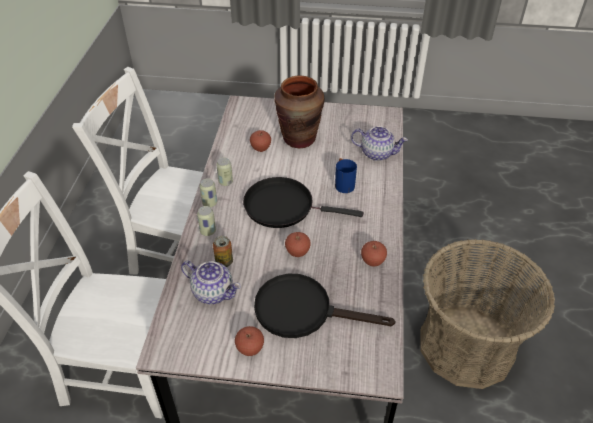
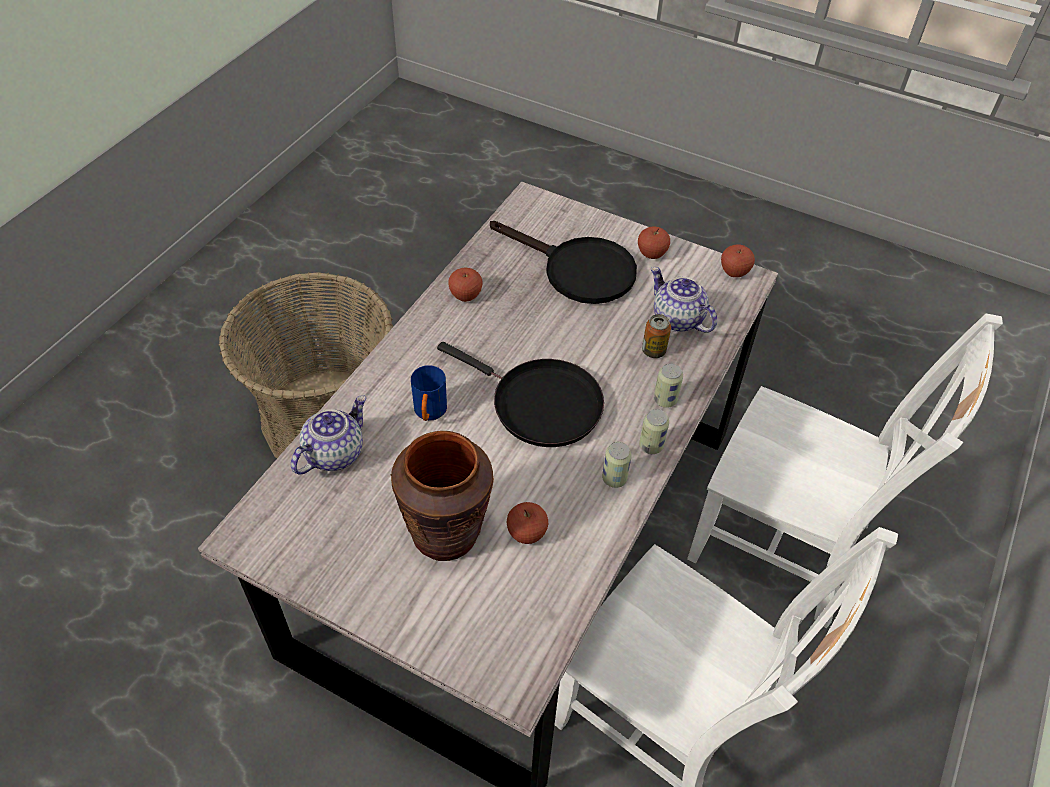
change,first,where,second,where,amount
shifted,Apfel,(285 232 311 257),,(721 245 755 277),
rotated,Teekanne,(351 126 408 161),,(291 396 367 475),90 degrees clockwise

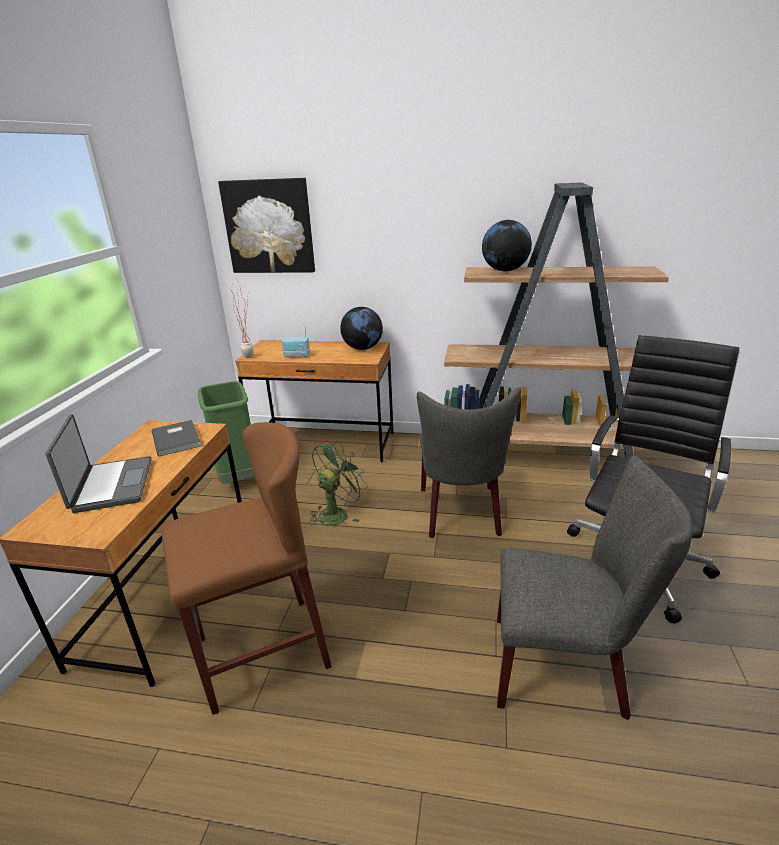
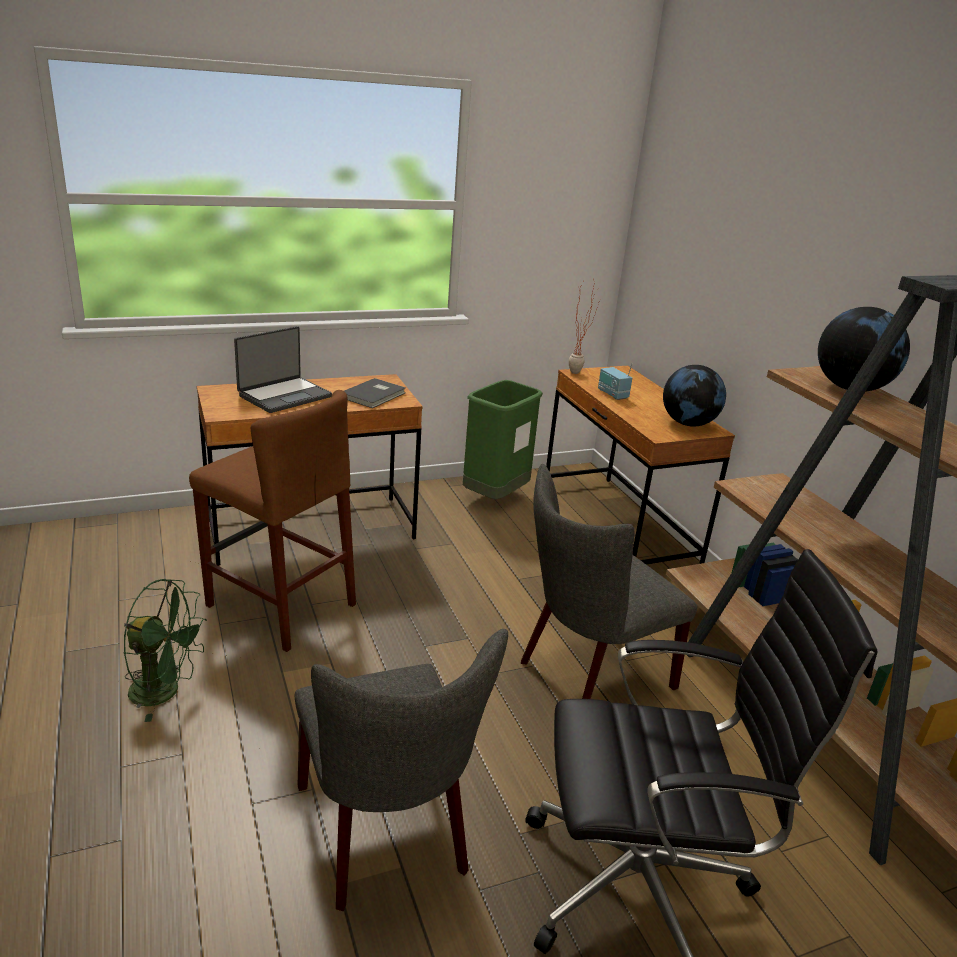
change,first,where,second,where,amount
gone,Bild,(218 178 315 273),,,
shifted,Ventilator (grün),(309 441 368 526),,(123 579 207 722),

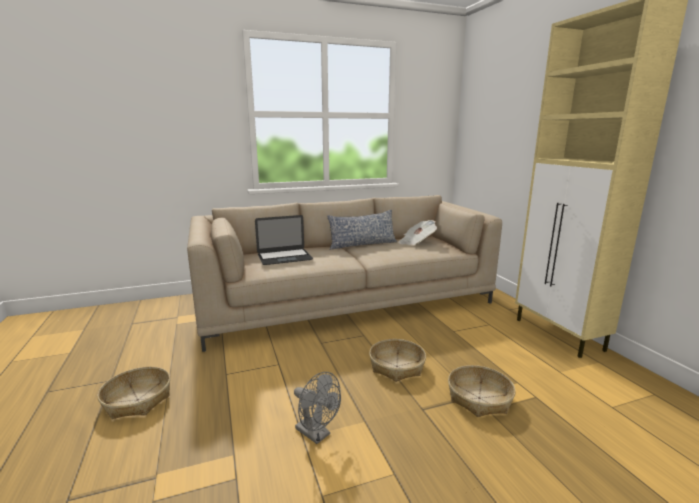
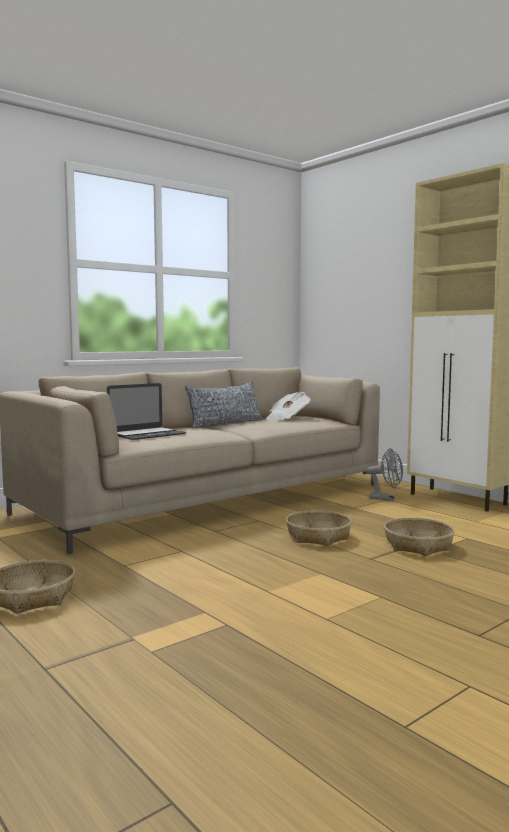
change,first,where,second,where,amount
shifted,Ventilator (grau),(294 372 341 444),,(366 448 403 501),

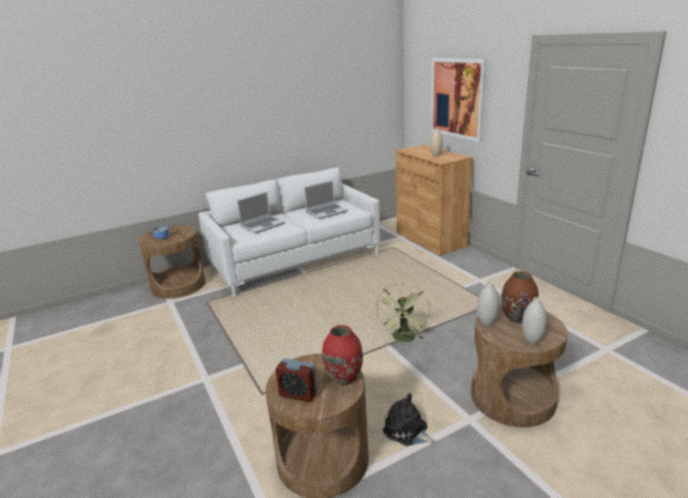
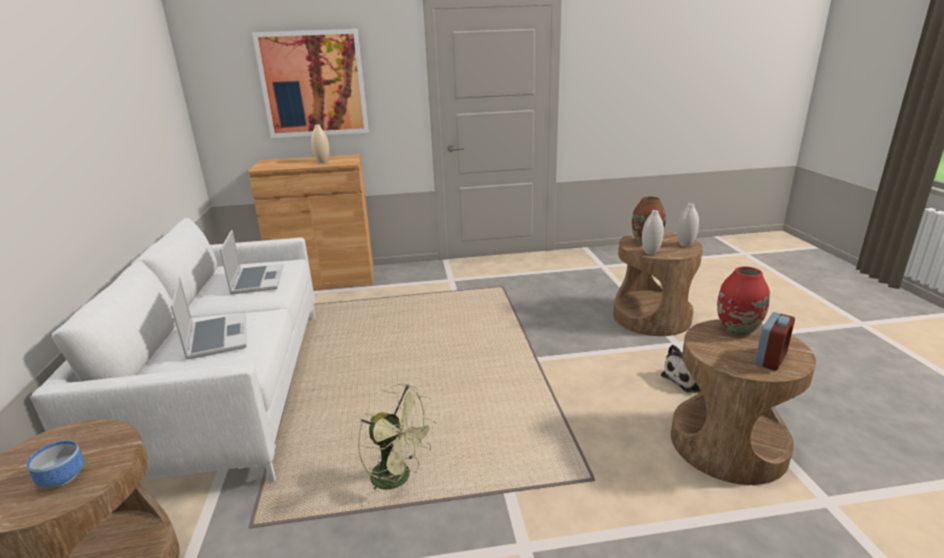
change,first,where,second,where,amount
shifted,Ventilator (grün),(376 283 430 342),,(358 383 436 491),

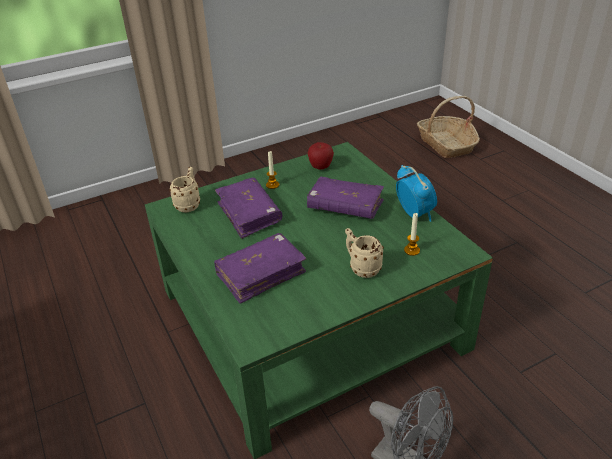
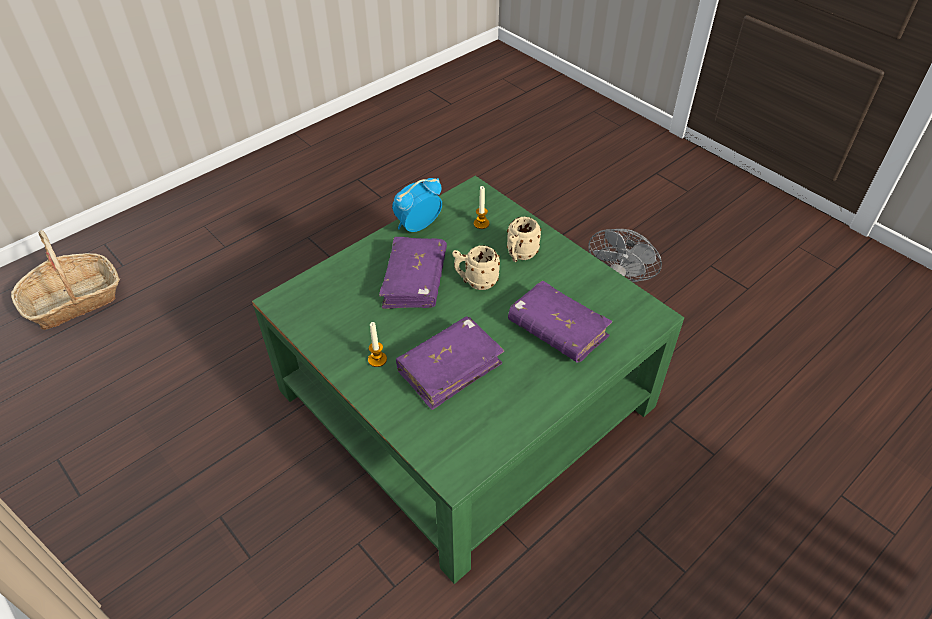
change,first,where,second,where,amount
gone,Apfel,(308 142 334 170),,,
shifted,Henkelbecher (beige),(170 167 200 212),,(452 245 500 290),

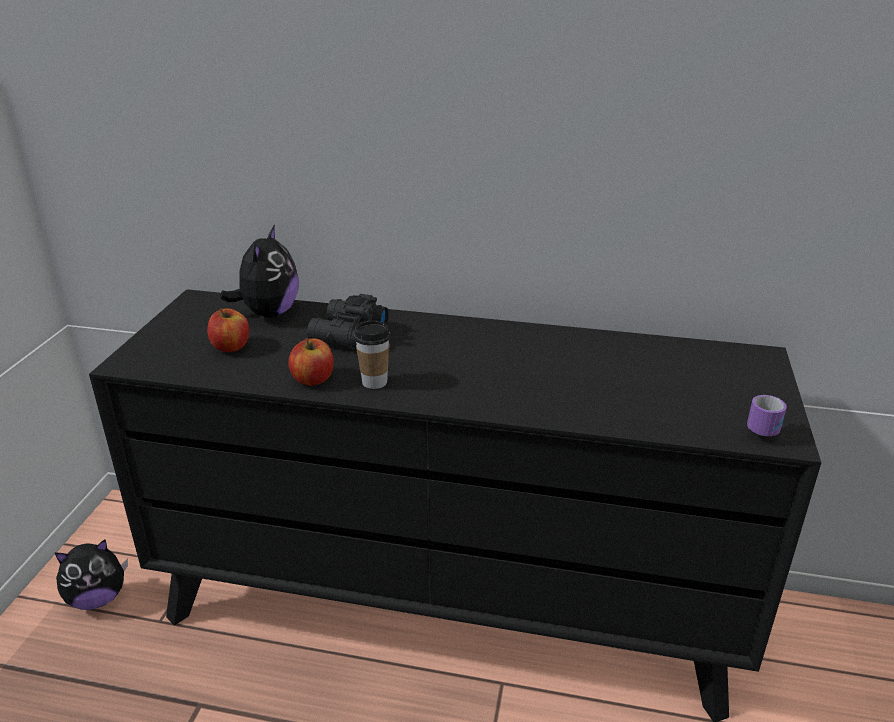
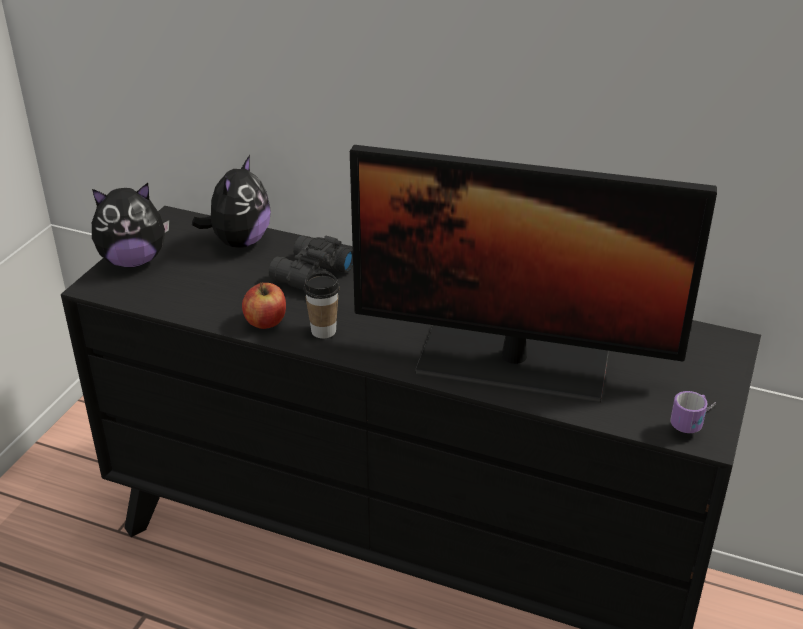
change,first,where,second,where,amount
gone,Apfel,(207 308 249 352),,,
new,,,Monitor,(350 145 717 402),
shifted,Plüschtier,(54 539 128 610),,(92 183 170 268),

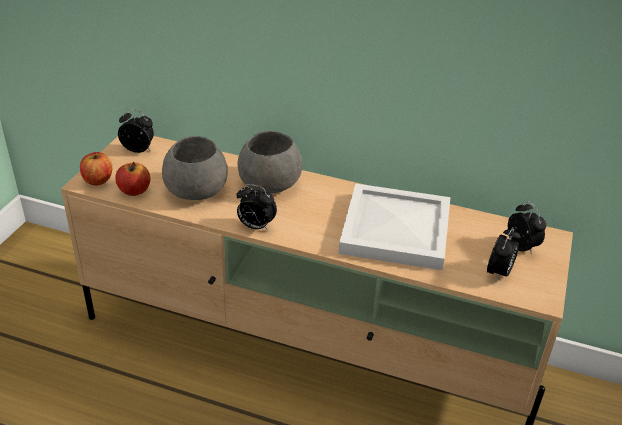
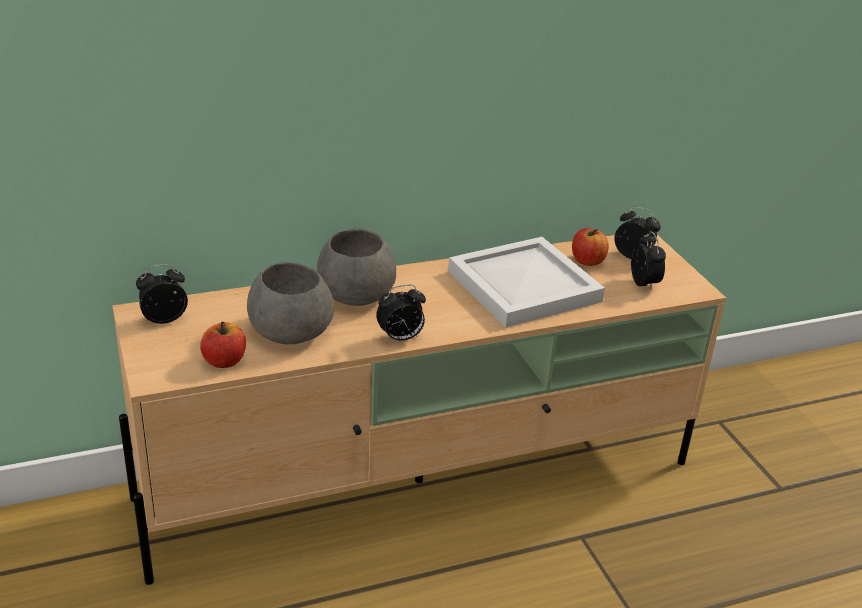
change,first,where,second,where,amount
shifted,Apfel,(80 152 112 185),,(572 228 609 266),

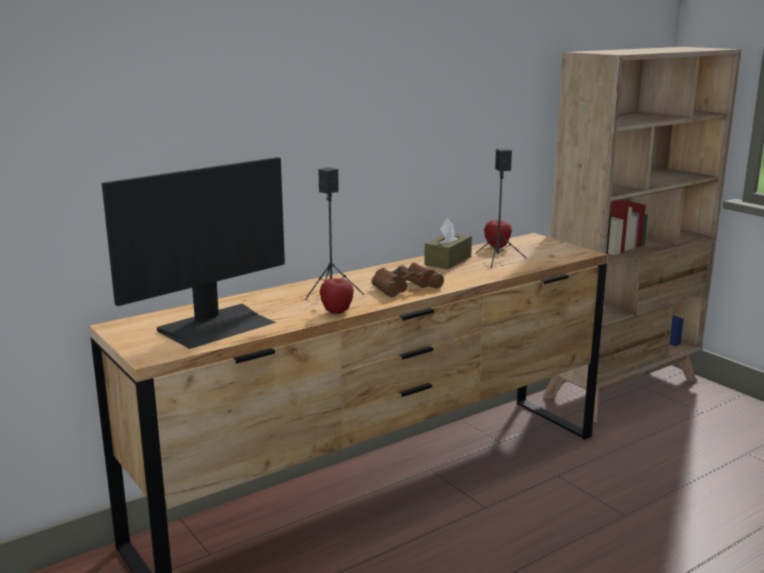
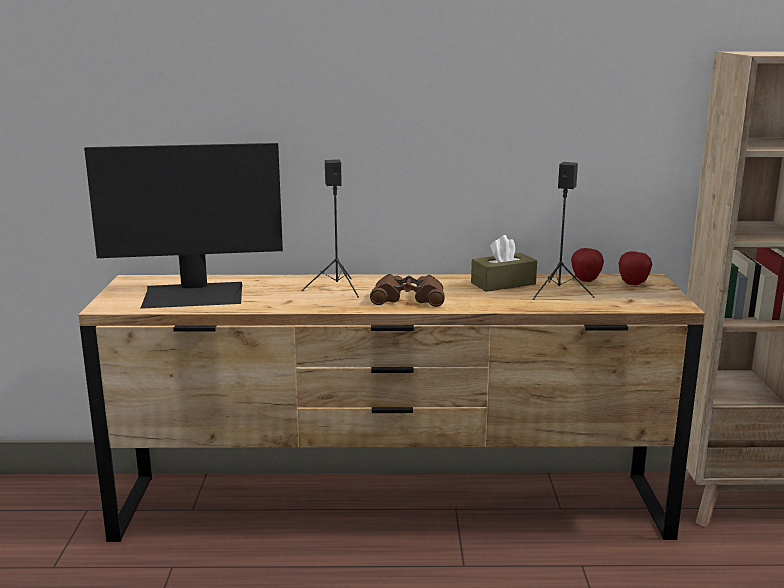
change,first,where,second,where,amount
shifted,Apfel,(320 278 354 314),,(618 251 652 285),

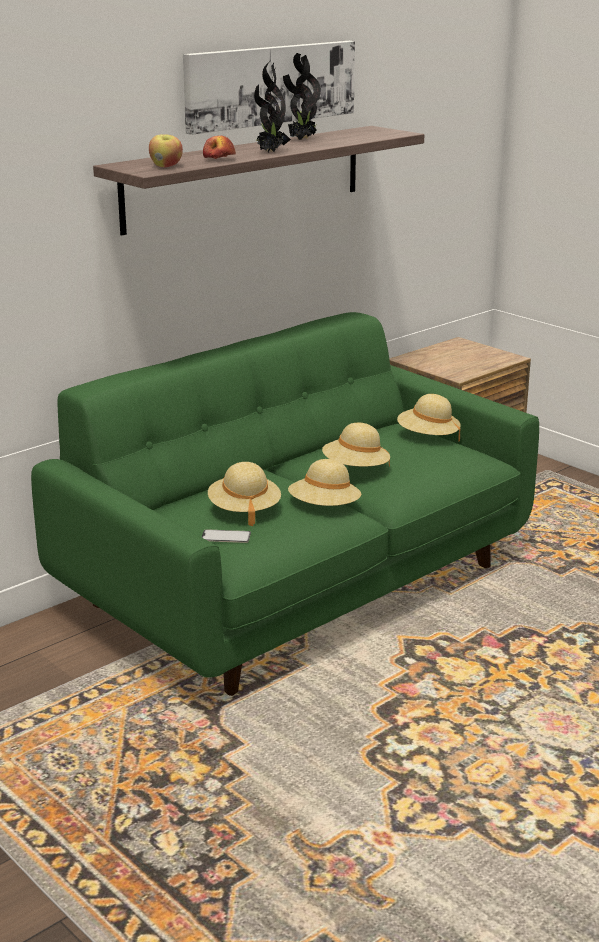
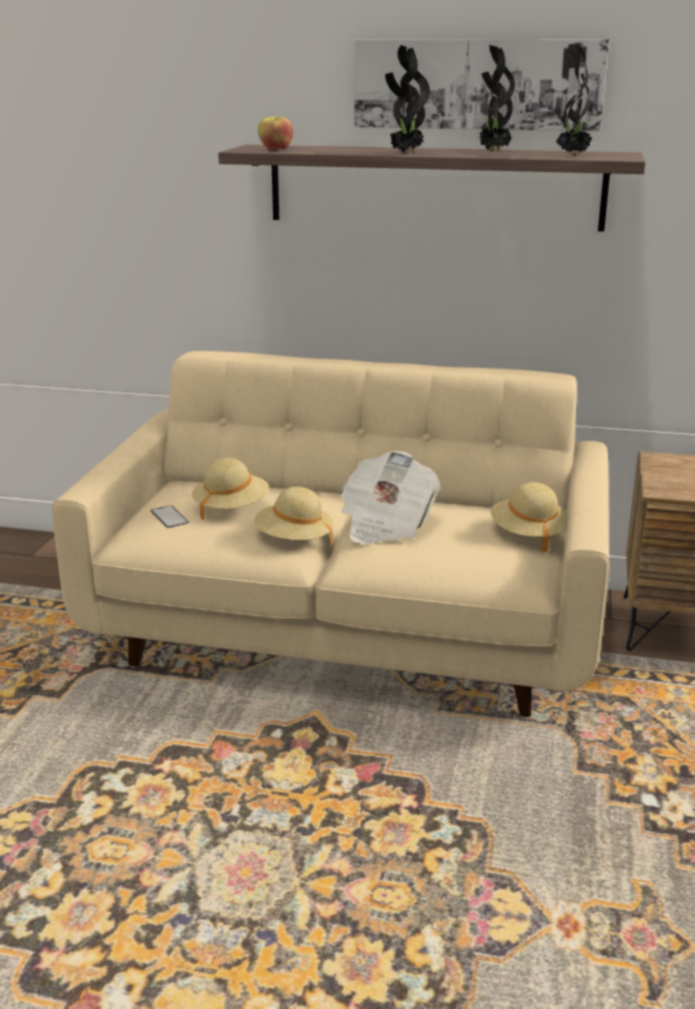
change,first,where,second,where,amount
gone,Apfel,(203 136 236 159),,,
new,,,Topfpflanze,(556 45 592 156),
swapped,Hut (beige),(322 423 390 467),Zeitung,(340 451 440 544),
repainted,Sofa (grün),(31 312 539 696),Sofa (beige),(52 351 609 717),

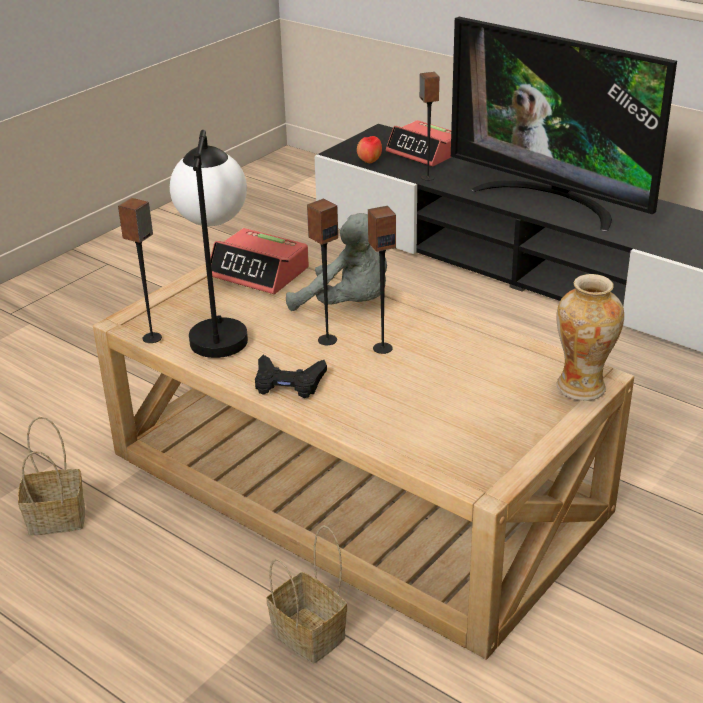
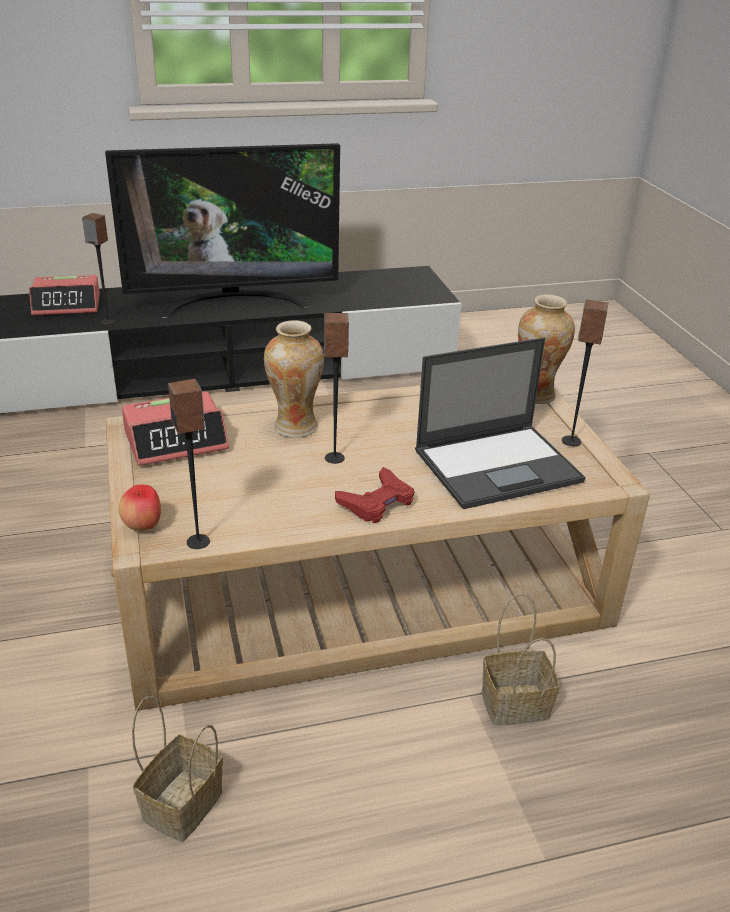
change,first,where,second,where,amount
gone,Tischlampe,(170 130 248 358),,,
new,,,Laptop,(415 337 586 509),
shifted,Apfel,(357 136 382 163),,(118 485 161 531),
shifted,Lautsprecher,(368 206 396 354),,(562 300 608 446),
swapped,Plüschtier (grau),(286 213 387 311),Vase,(264 320 324 438),
repainted,Gamepad (schwarz),(255 355 327 398),Gamepad (rot),(335 467 414 523),

